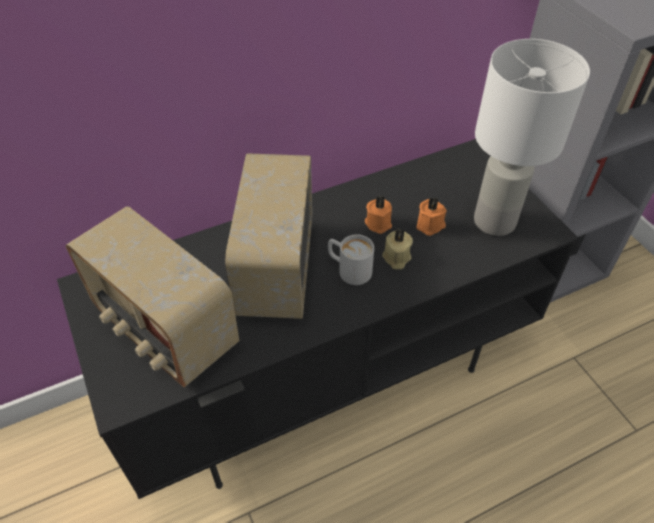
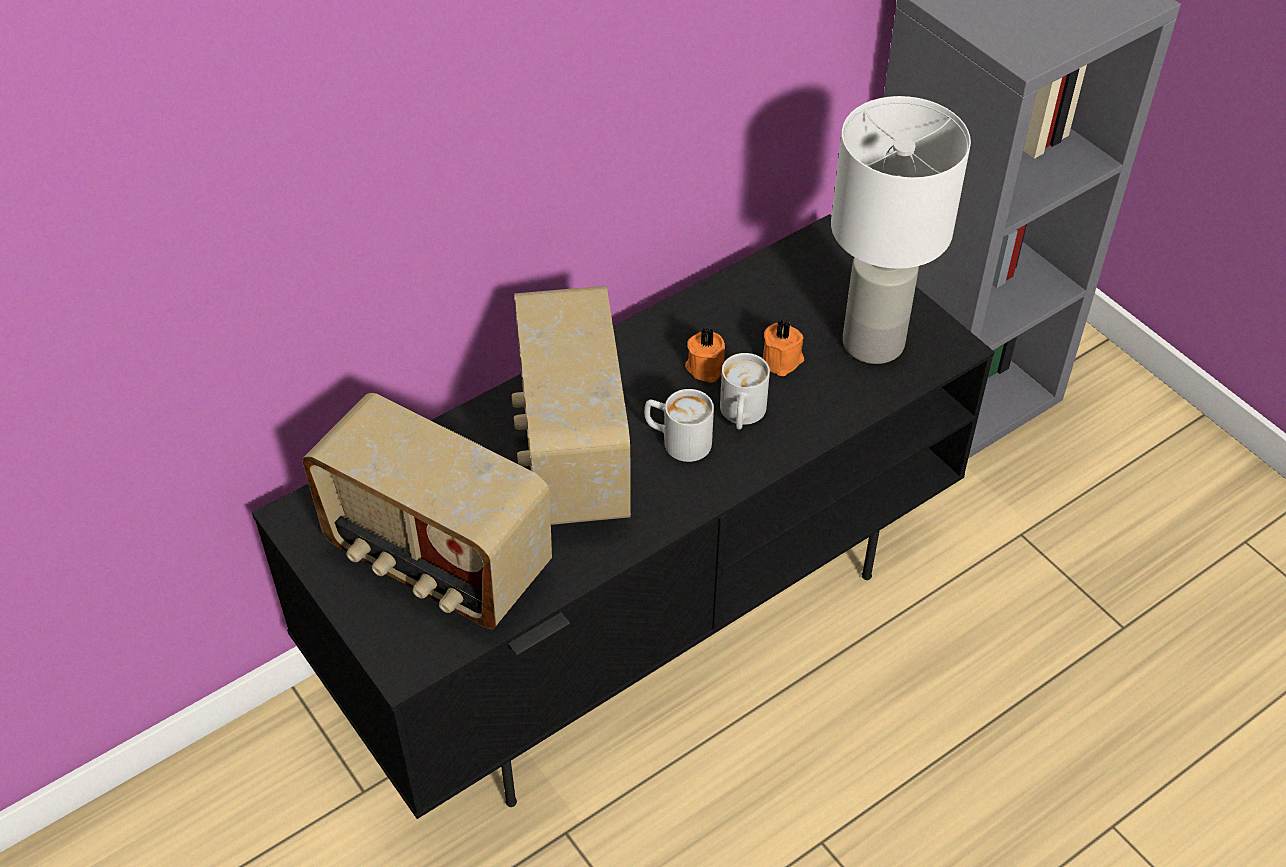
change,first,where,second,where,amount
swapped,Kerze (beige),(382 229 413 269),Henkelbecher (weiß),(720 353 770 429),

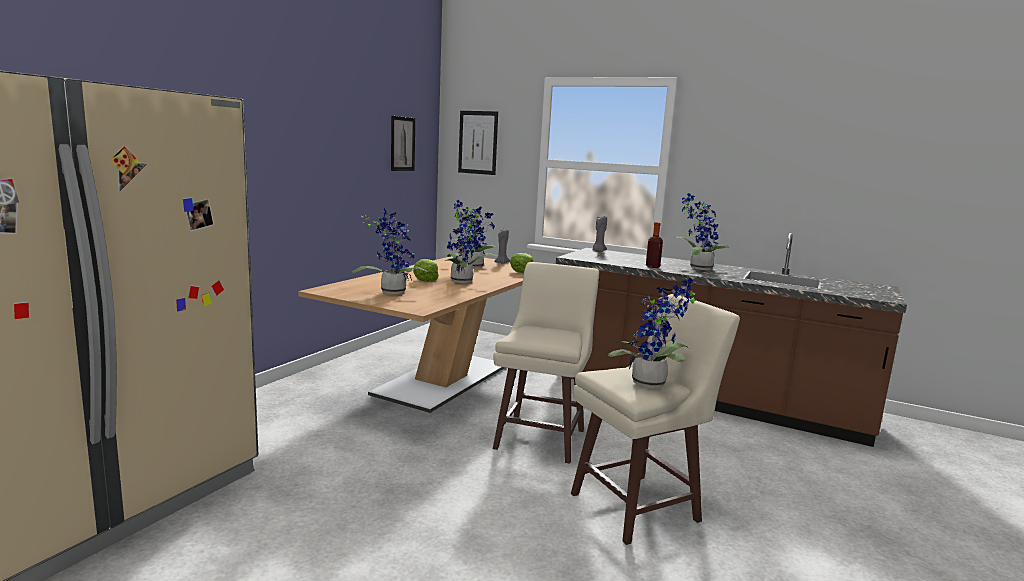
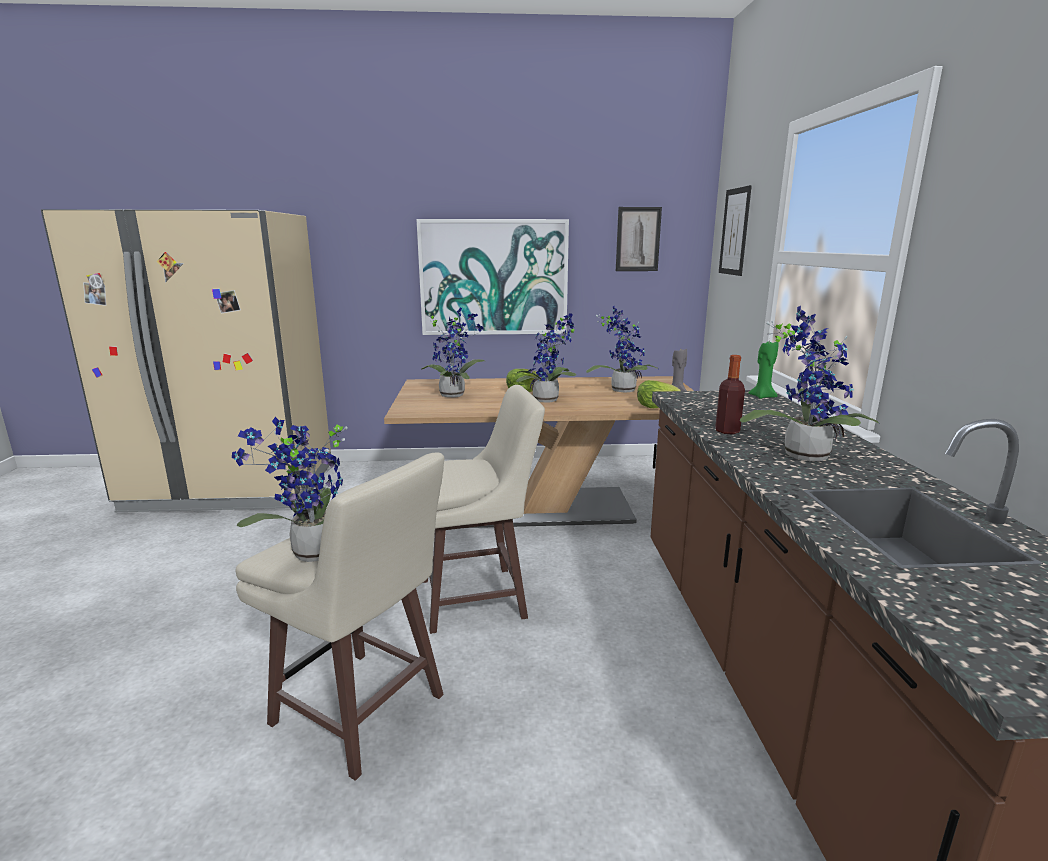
change,first,where,second,where,amount
new,,,Bild,(416 219 569 335),
repainted,Kerze (grau),(592 216 607 252),Kerze (grün),(748 339 779 399),

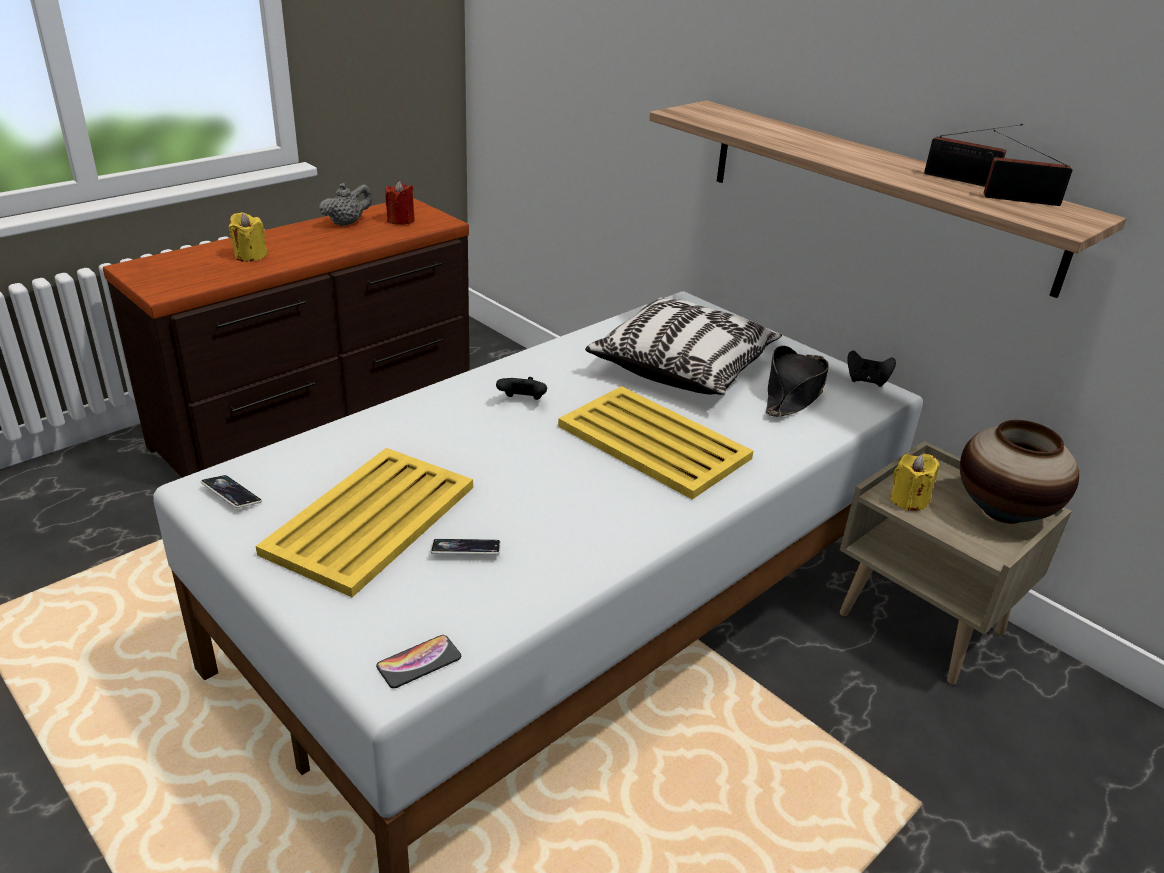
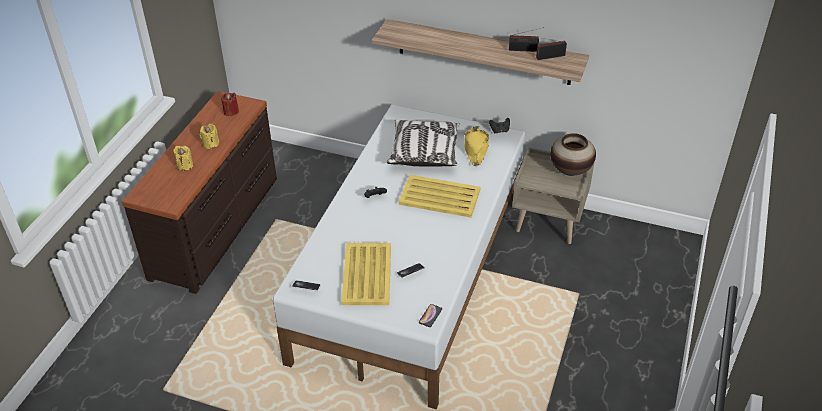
change,first,where,second,where,amount
gone,Teekanne (grau),(319 183 372 226),,,
shifted,Kerze (gelb),(890 454 939 511),,(200 123 219 149),
repainted,Hut (schwarz),(766 346 829 417),Hut (gelb),(465 126 489 166),

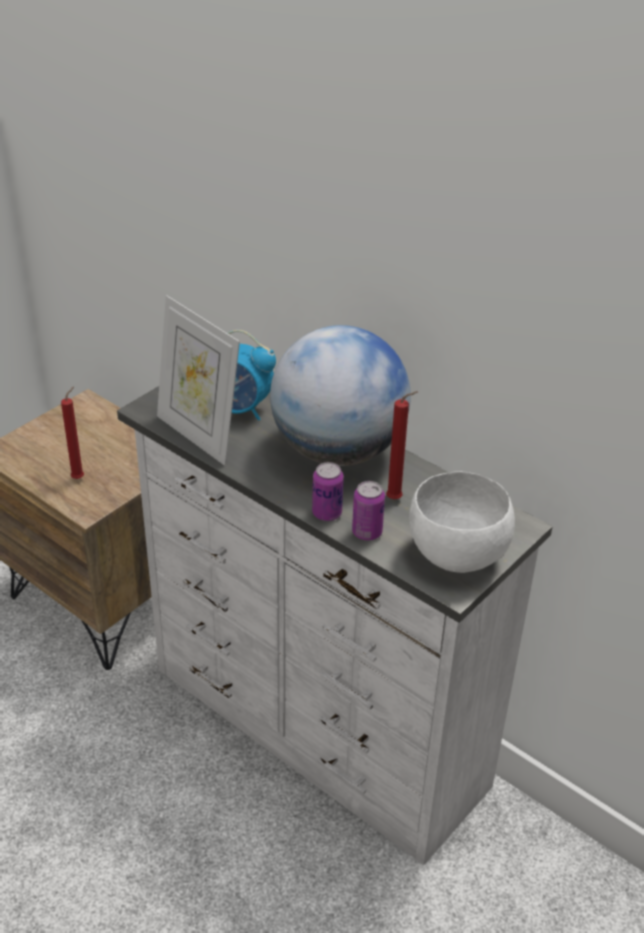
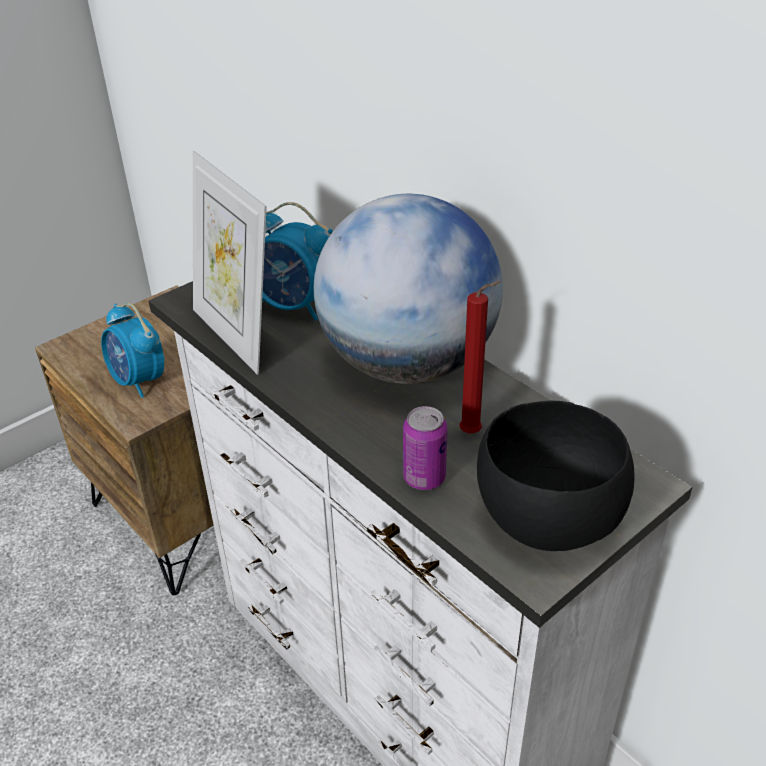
change,first,where,second,where,amount
gone,Dose,(312 462 344 521),,,
swapped,Kerze (rot),(61 387 84 479),Wecker,(101 303 164 398),
repainted,Schüssel (weiß),(409 471 515 573),Schüssel (schwarz),(477 401 634 551),

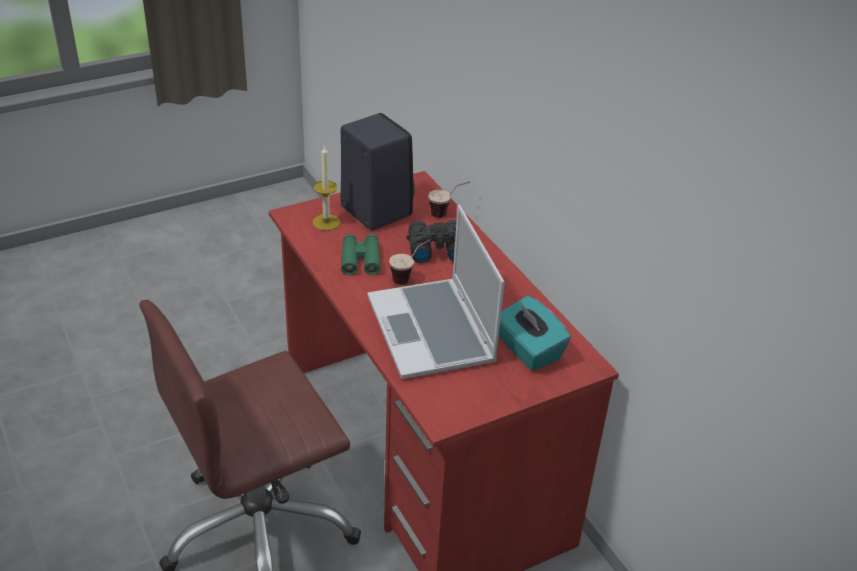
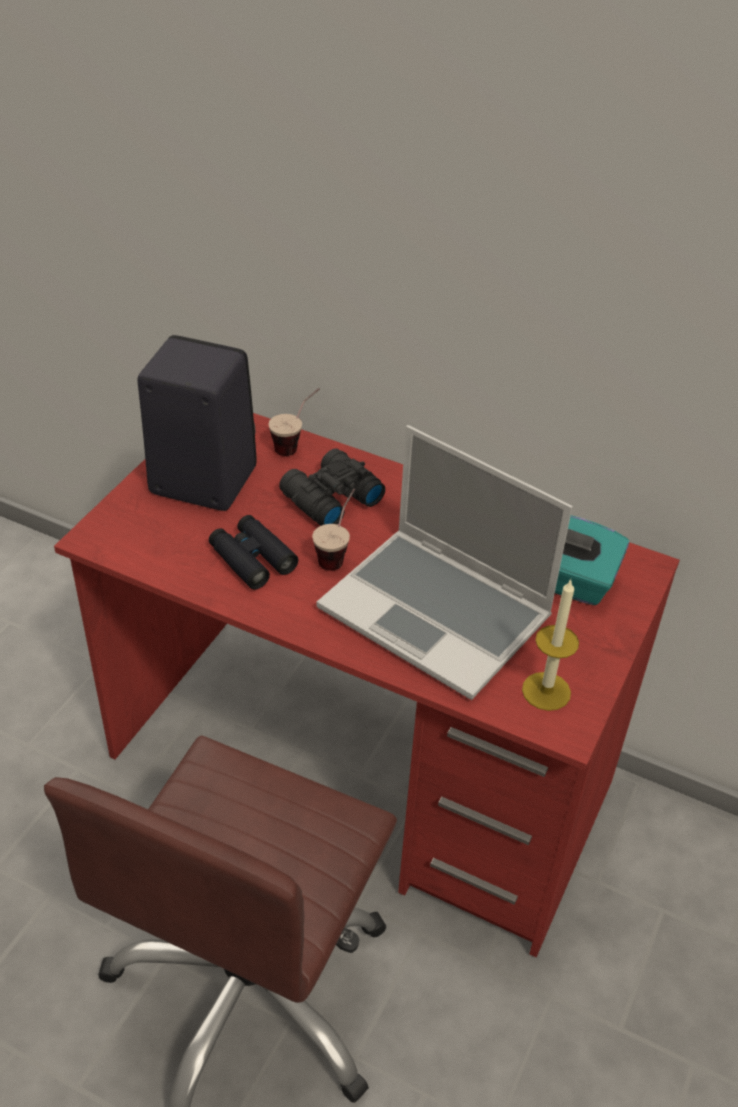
change,first,where,second,where,amount
shifted,Kerze,(313 145 340 231),,(522 579 579 711),
repainted,Fernglas (grün),(341 234 381 275),Fernglas (schwarz),(209 515 298 590),

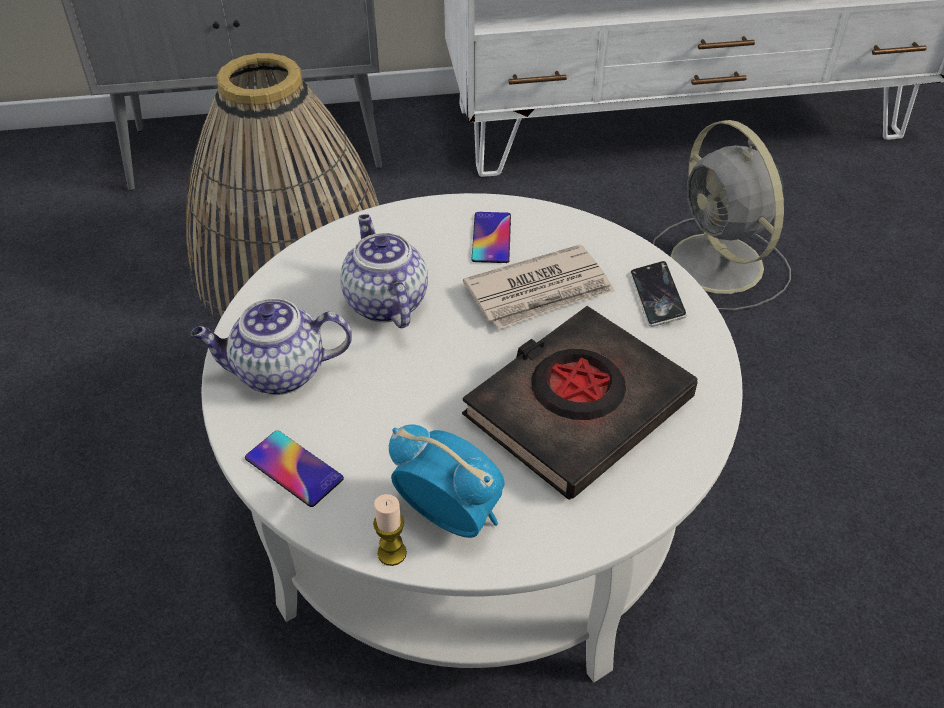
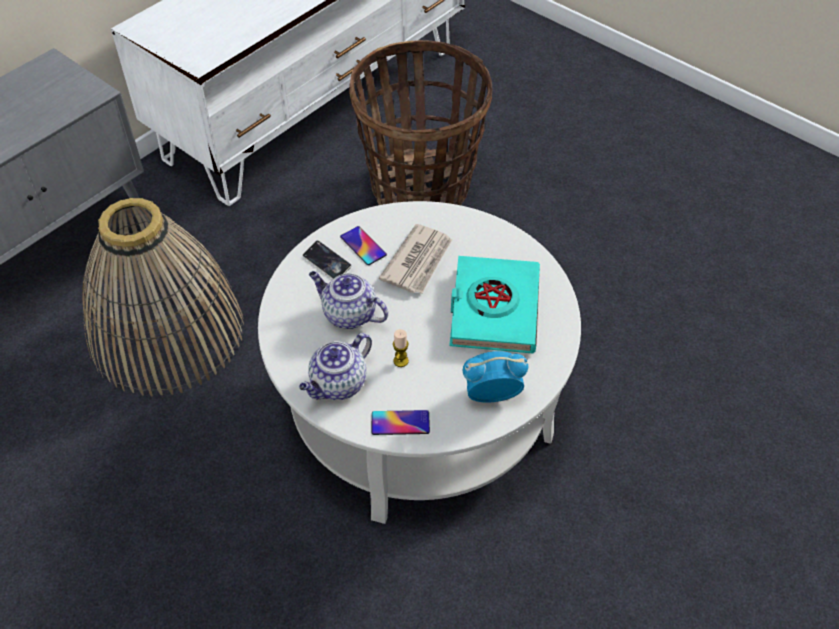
change,first,where,second,where,amount
shifted,Kerze,(373 494 407 566),,(393 329 409 367),
shifted,Handy,(630 261 687 327),,(302 240 352 279),
swapped,Ventilator (grau),(653 120 791 311),Korb,(349 40 493 205),
repainted,Buch (schwarz),(462 306 698 500),Buch (türkis),(449 256 540 354),

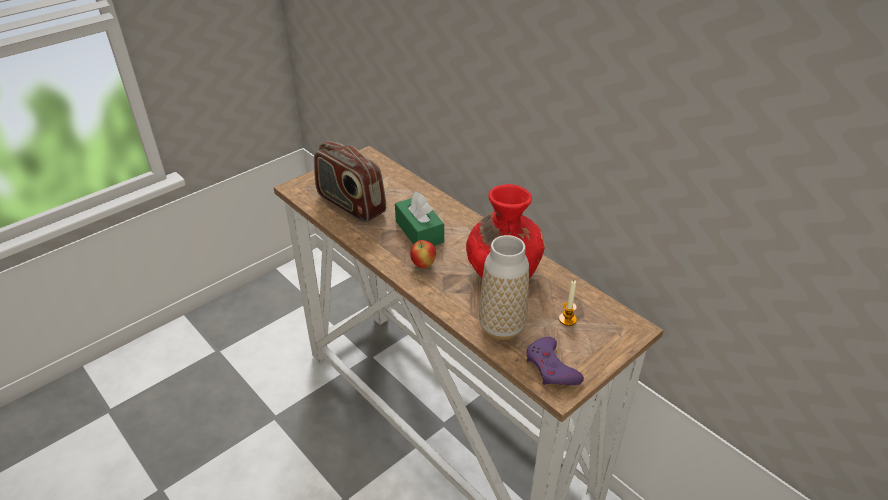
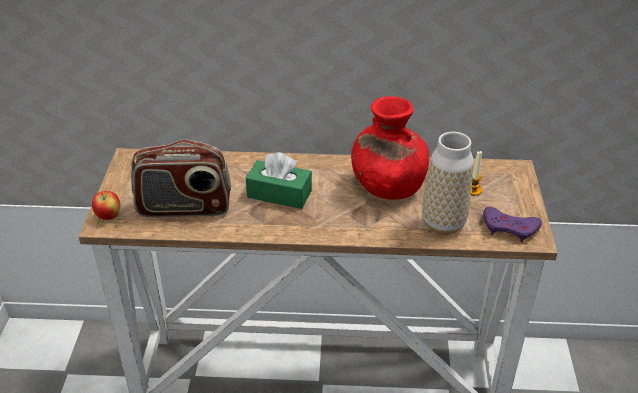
change,first,where,second,where,amount
shifted,Apfel,(410 240 436 268),,(92 191 120 220),

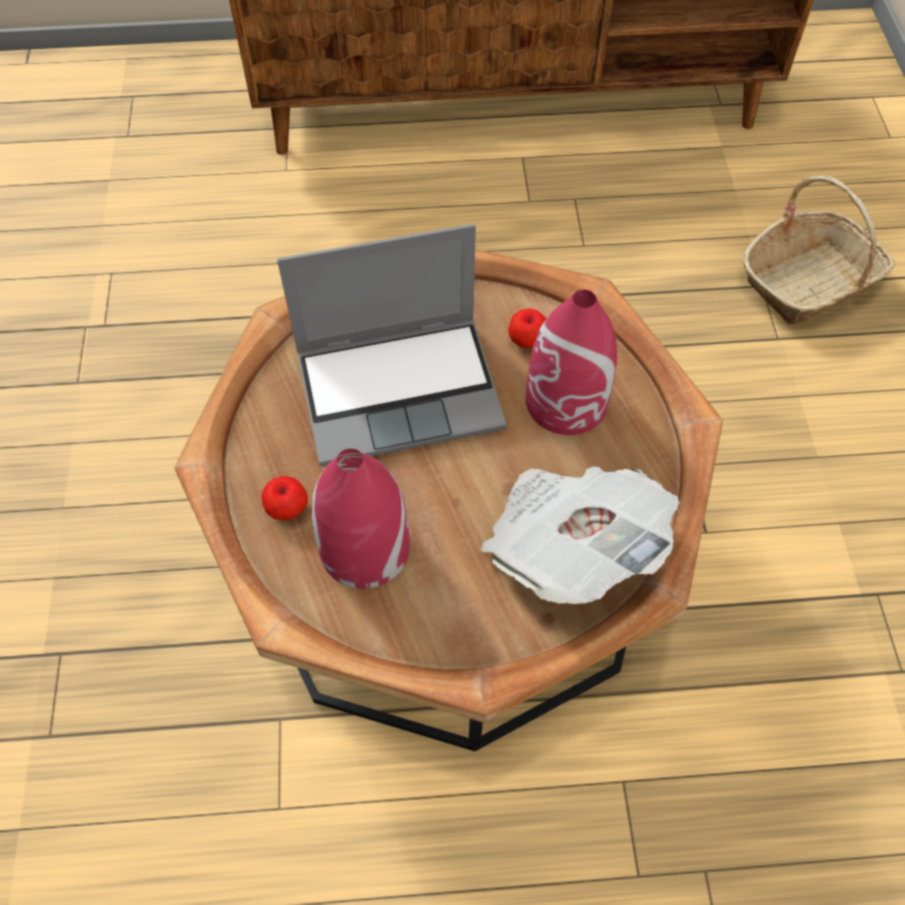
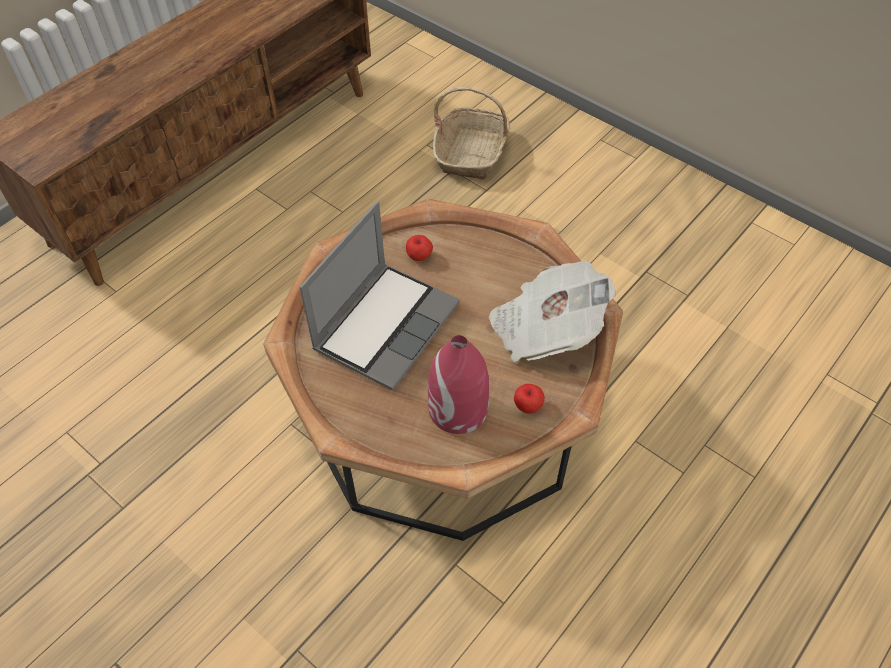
change,first,where,second,where,amount
gone,Vase (rot),(526 289 617 435),,,
shifted,Apfel,(262 476 308 520),,(514 384 545 414),

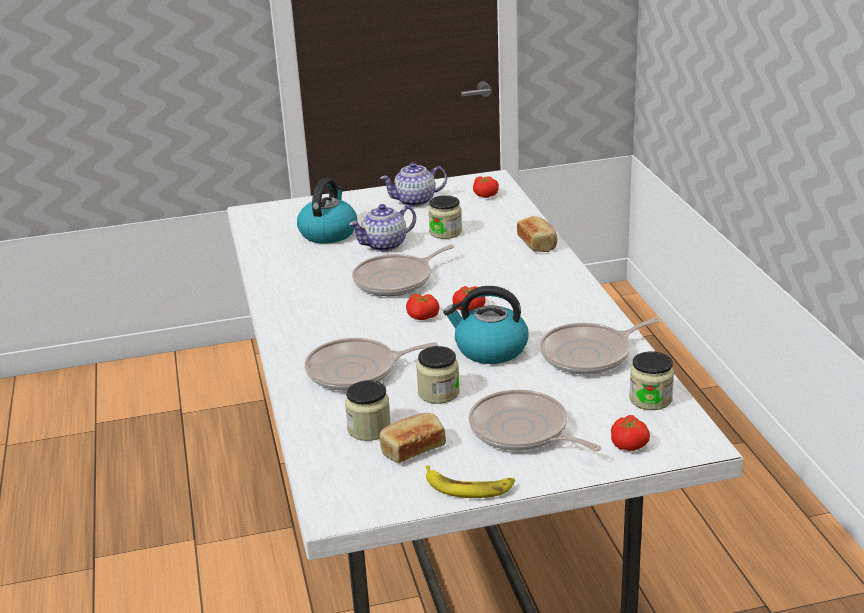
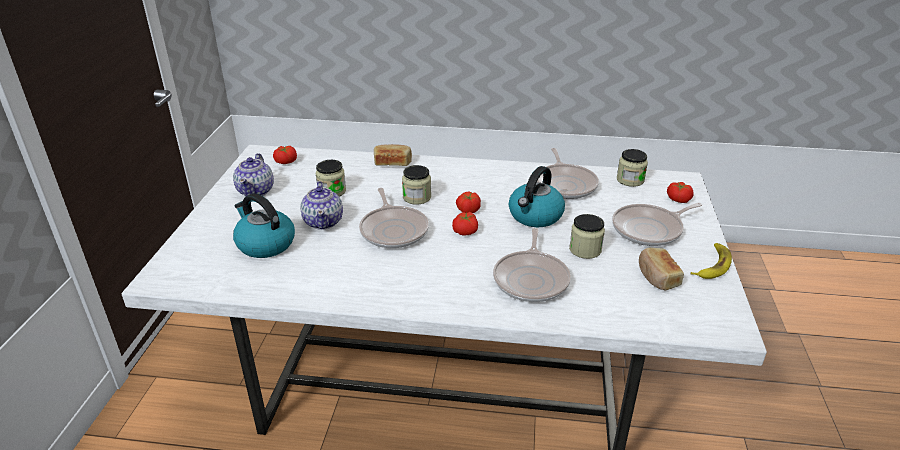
change,first,where,second,where,amount
shifted,Vorratsglas,(345 380 391 441),,(402 165 431 205),

